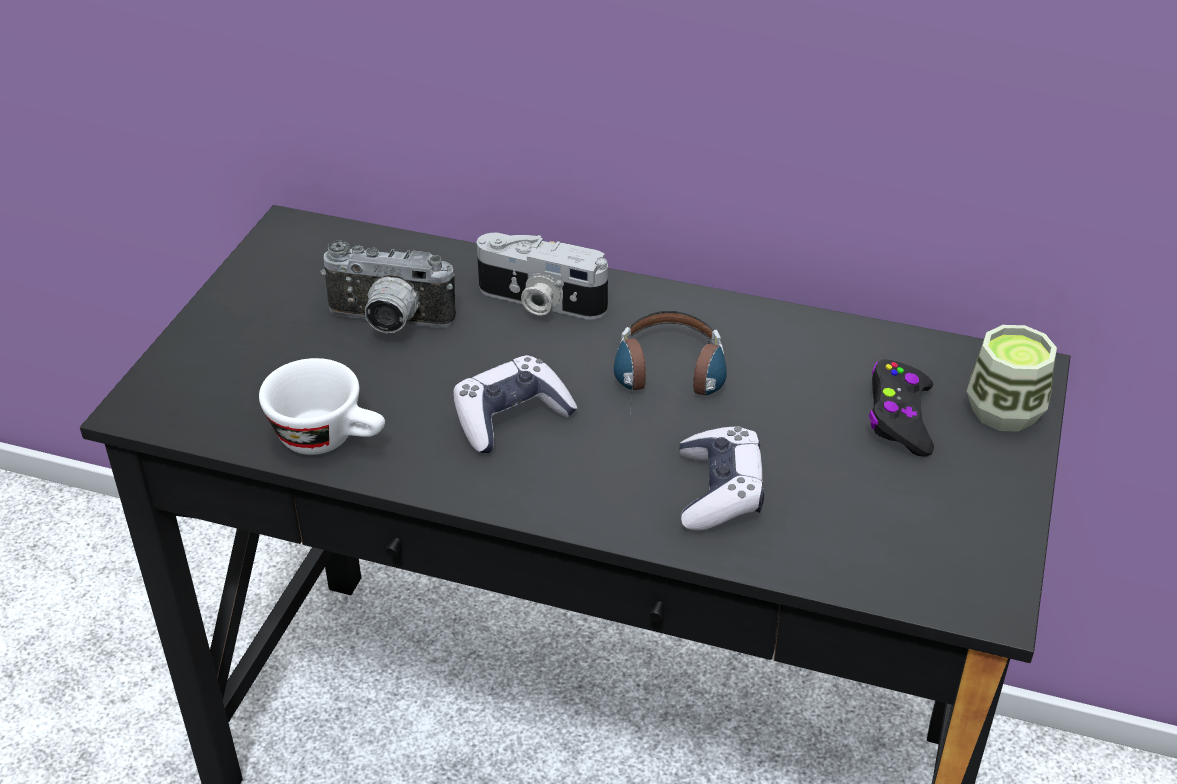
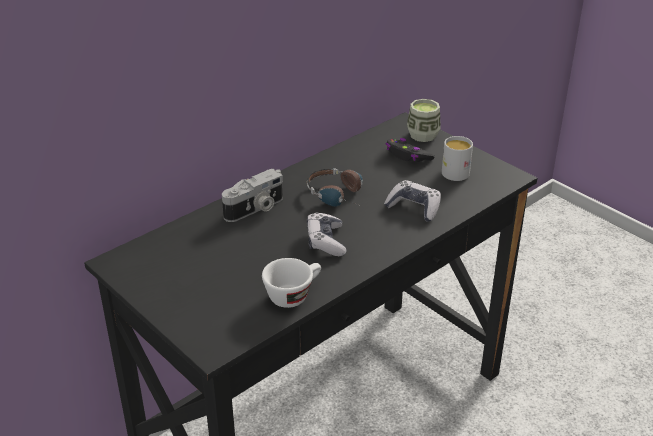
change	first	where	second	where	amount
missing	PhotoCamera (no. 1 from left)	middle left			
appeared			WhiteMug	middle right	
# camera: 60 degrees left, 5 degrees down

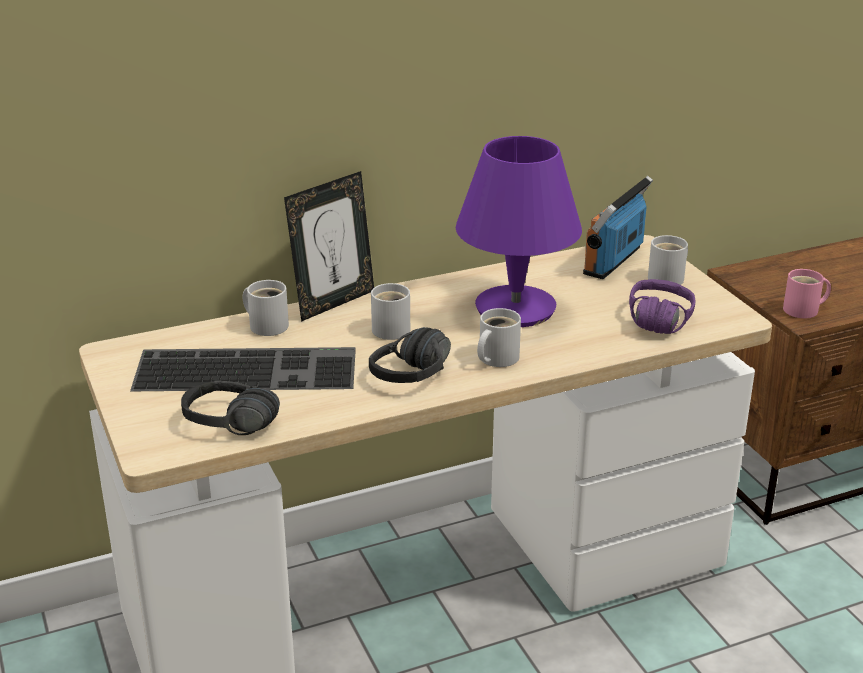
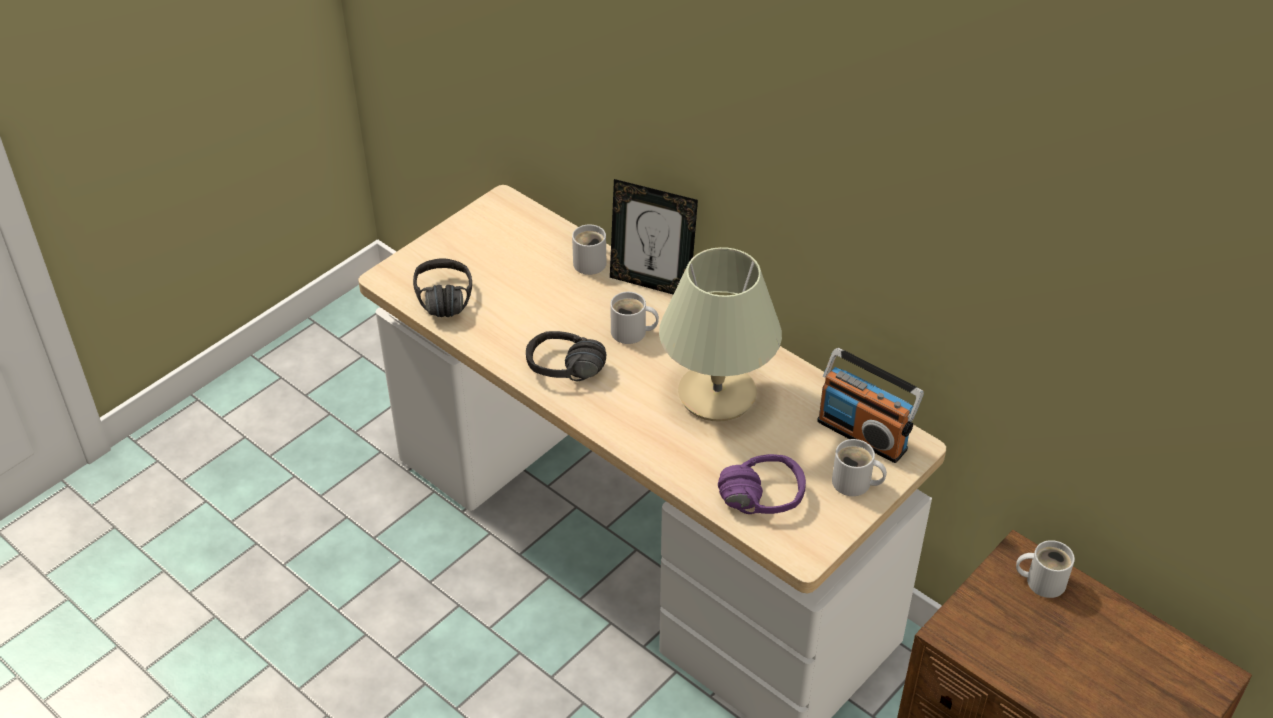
change	first	where	second	where	amount
colour	PurpleTableLamp	centre	BeigeTableLamp	centre	
spun	Radio	middle right		middle right	150 degrees counterclockwise
missing	PinkMug	middle right			
relocated	WhiteMug (no. 3 from left in the first image)	centre	WhiteMug (no. 4 from left)	bottom right	
missing	Keyboard	middle left			
# camera: 65 degrees right, 15 degrees up

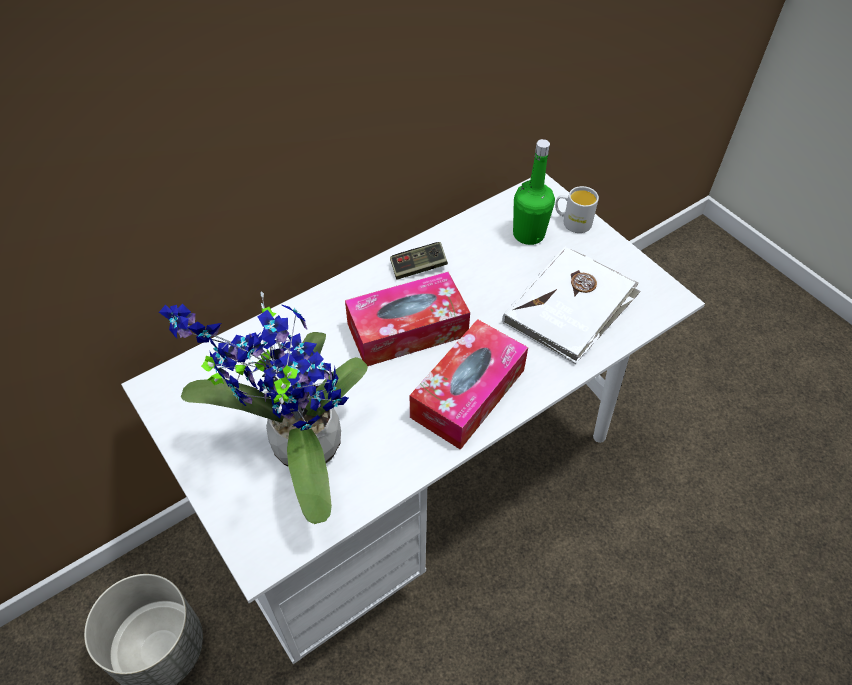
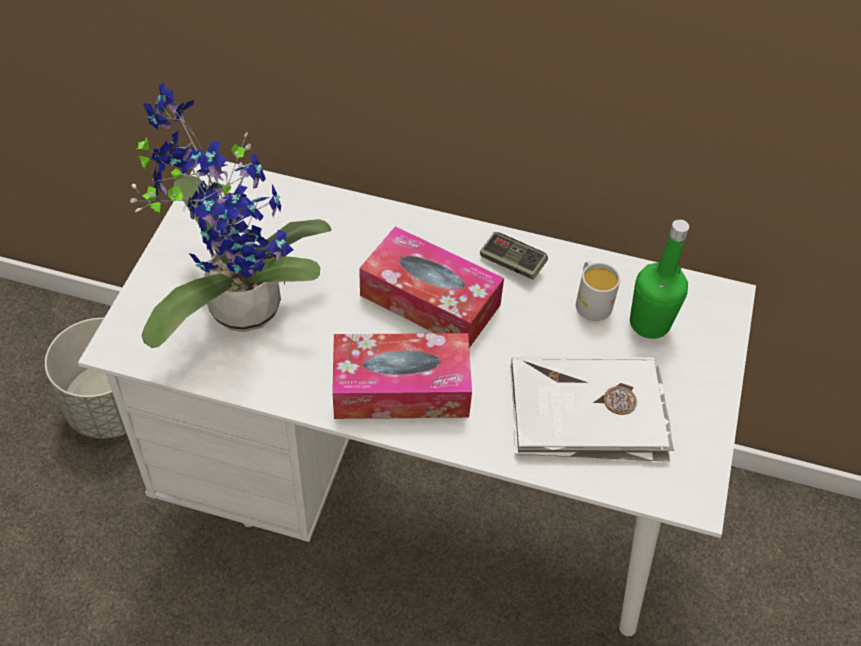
change	first	where	second	where	amount
relocated	WhiteMug	top right		middle right	
# camera: 50 degrees right, 0 degrees up

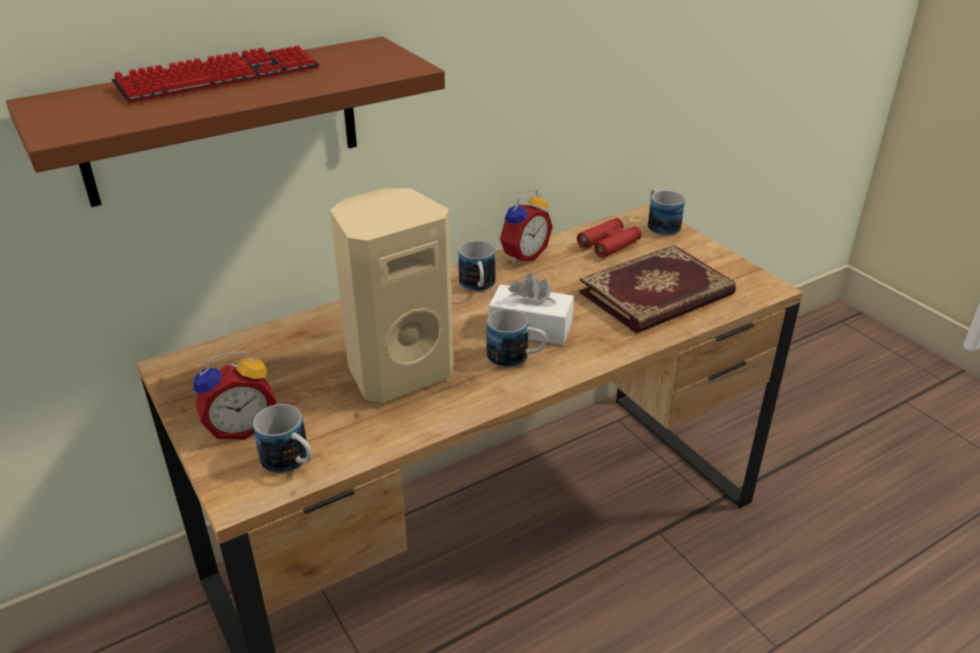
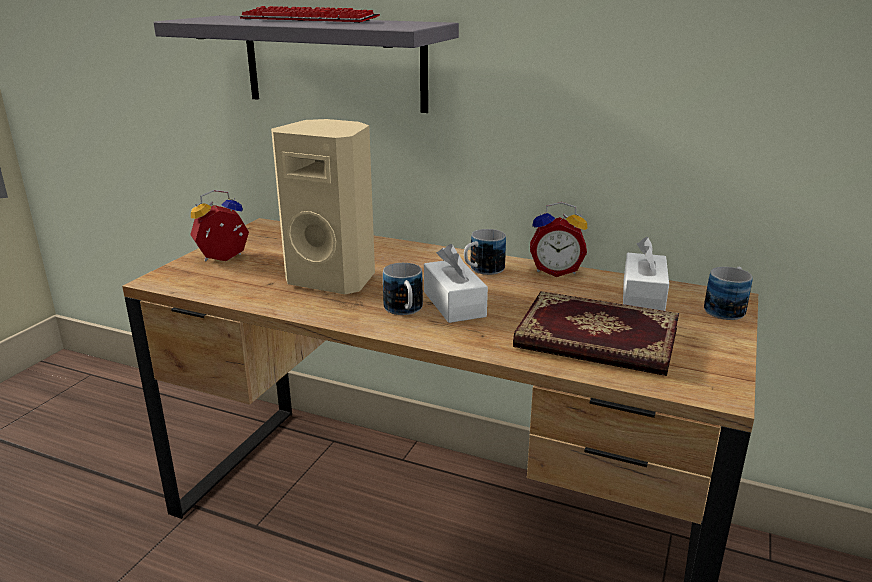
change	first	where	second	where	amount
colour	BrownShelf	top left	GreyShelf	top centre	
exchanged	RedBinoculars	centre	WhiteTissueBox (no. 2 from left)	middle right	
spun	AlarmClock (no. 1 from left)	middle left		middle left	120 degrees clockwise
missing	Mug (no. 1 from left)	bottom left			
# camera: 55 degrees right, 10 degrees down

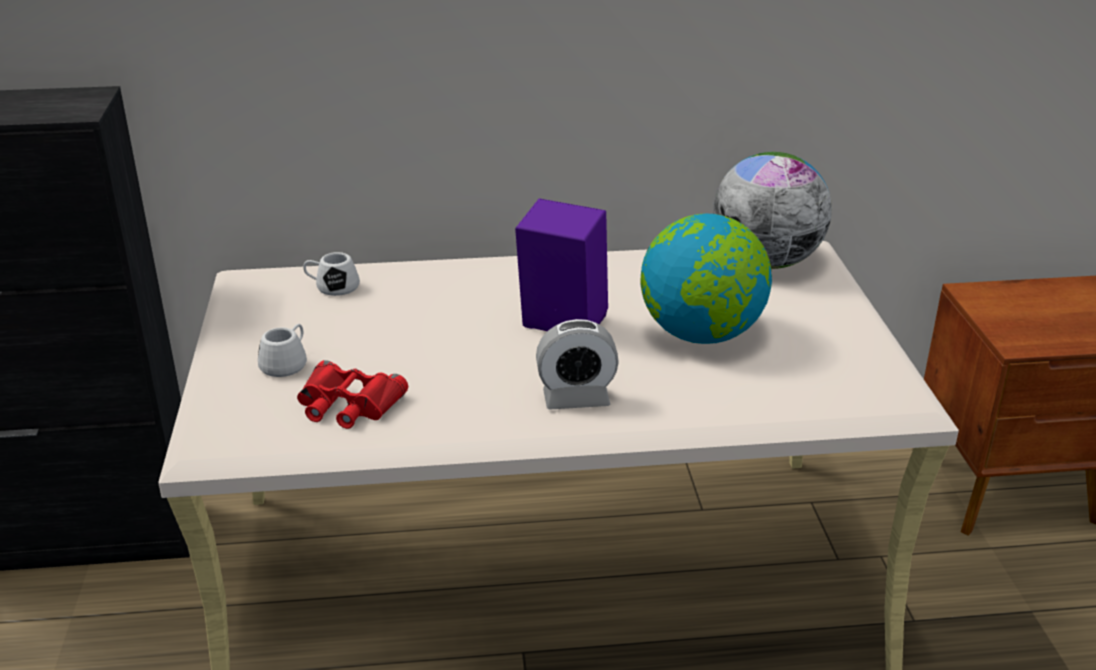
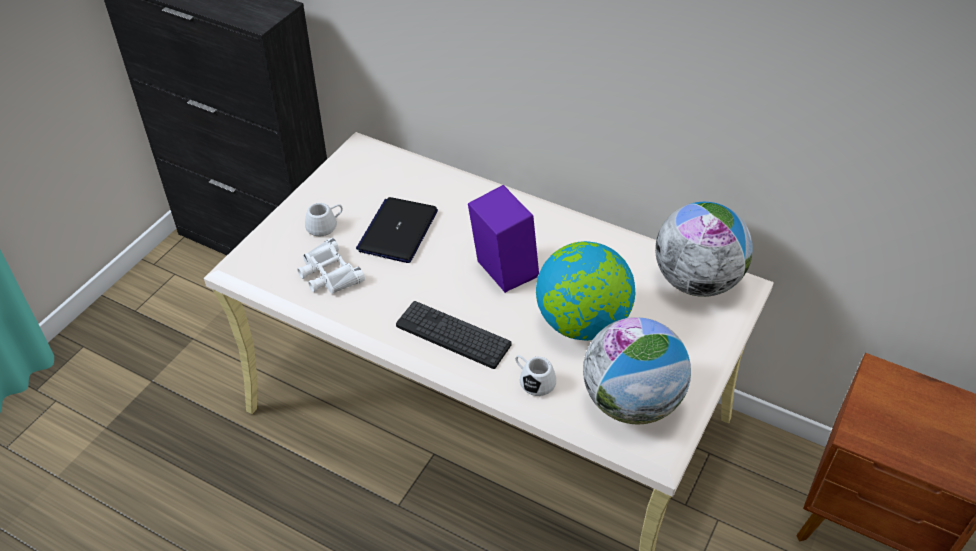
change	first	where	second	where	amount
relocated	WhiteMug (no. 2 from left)	middle left		bottom centre	
exchanged	AlarmClock	centre	Keyboard	centre	
colour	RedBinoculars	middle left	WhiteBinoculars	centre	
appeared			Laptop	centre	
appeared			Globe (no. 2 from left)	bottom centre	
# camera: 35 degrees right, 15 degrees up

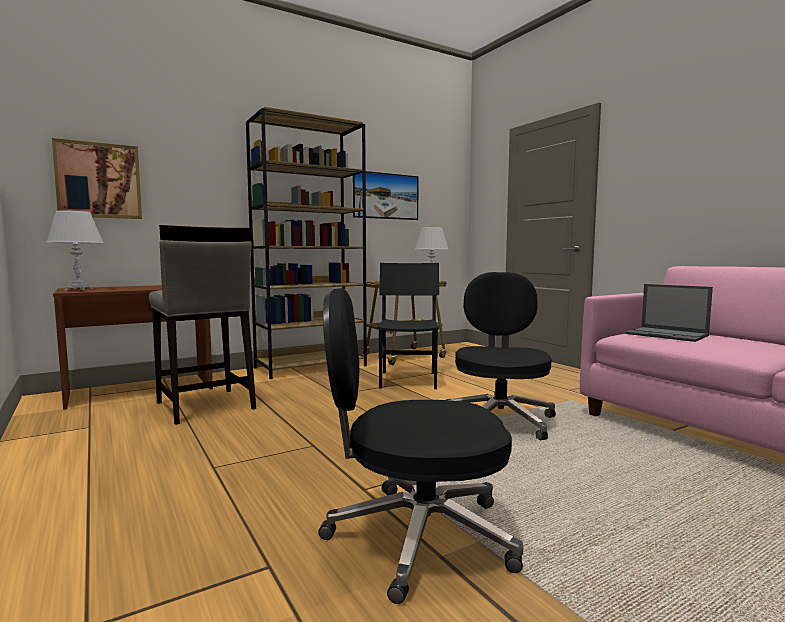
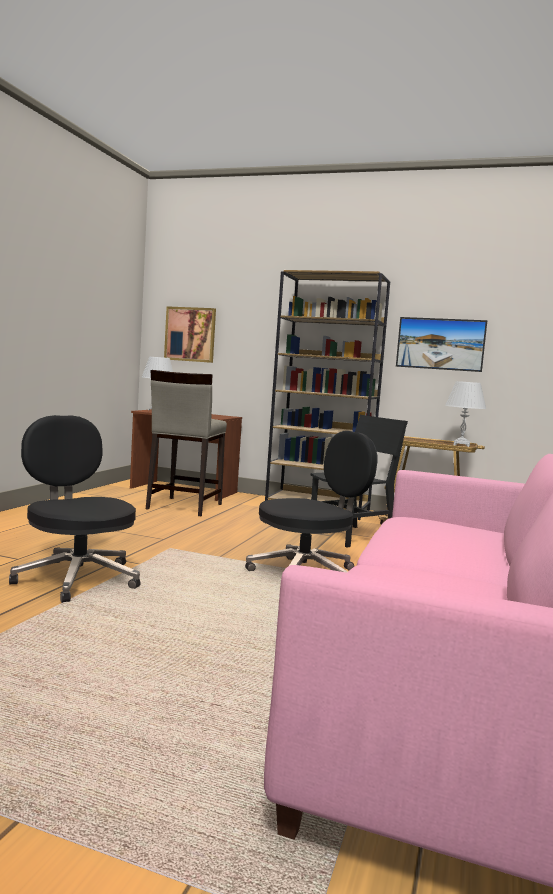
change	first	where	second	where	amount
missing	Laptop	middle right			
# camera: 50 degrees right, 0 degrees up

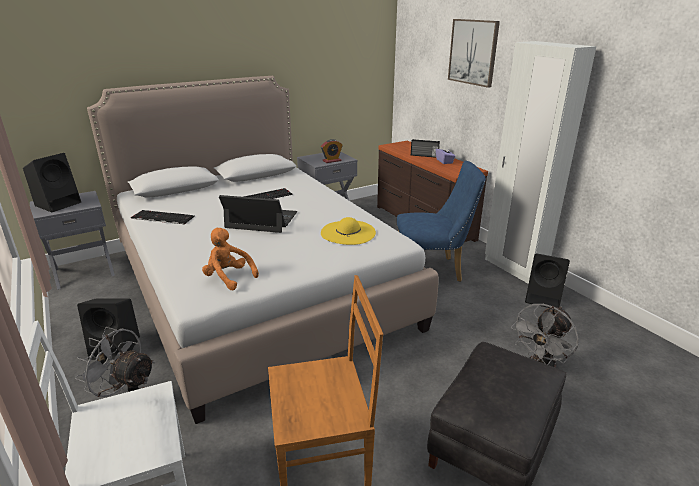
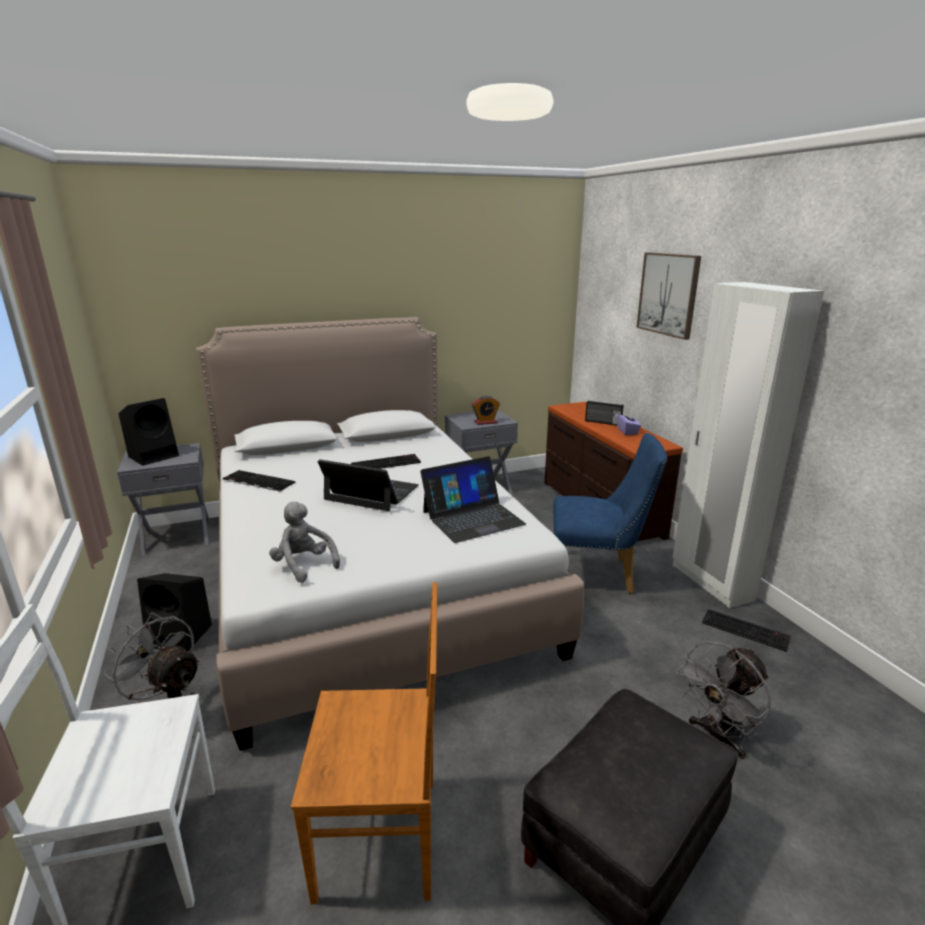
change	first	where	second	where	amount
exchanged	YellowHat	centre	Laptop (no. 2 from left)	centre	
colour	OrangePlushToy	middle left	GreyPlushToy	middle left	
exchanged	BlackSpeaker (no. 3 from left)	middle right	Keyboard (no. 3 from left)	bottom right	
# camera: 10 degrees right, 5 degrees down

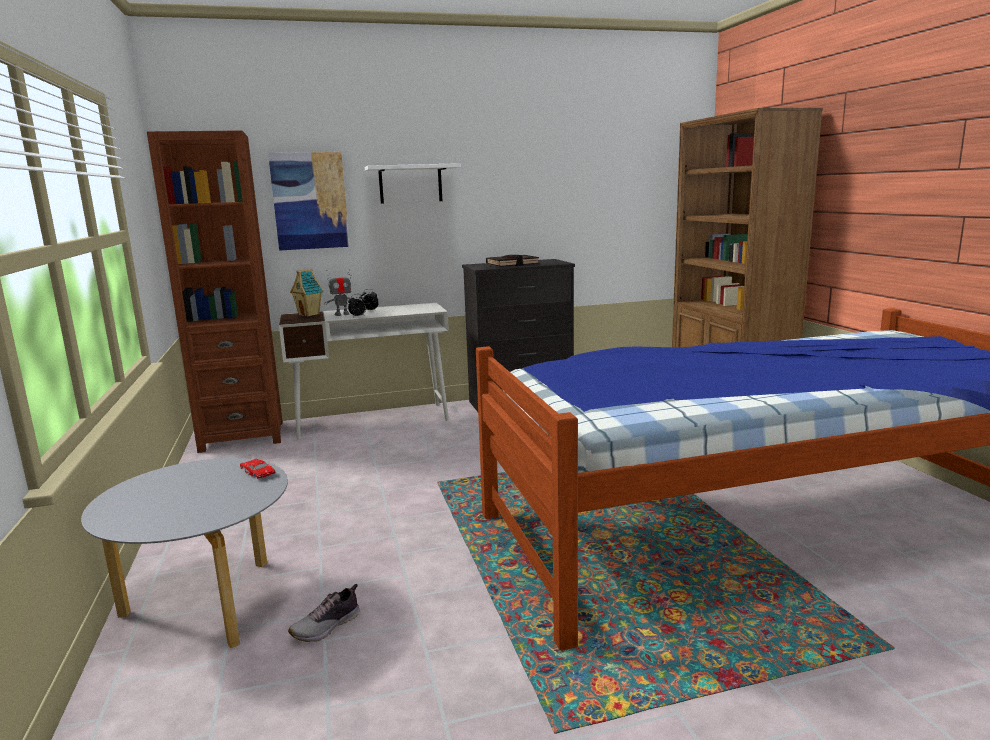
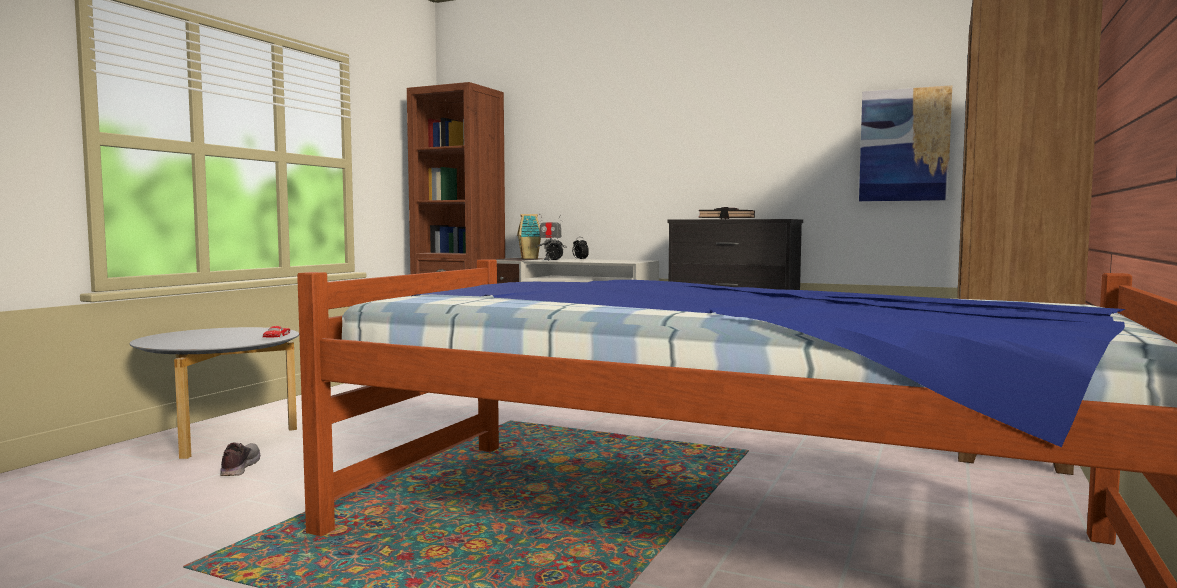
change	first	where	second	where	amount
relocated	Picture	top left		top right	
missing	WhiteShelf	top centre			
spun	Shoe	bottom left		bottom left	90 degrees clockwise
# camera: 40 degrees right, 10 degrees down

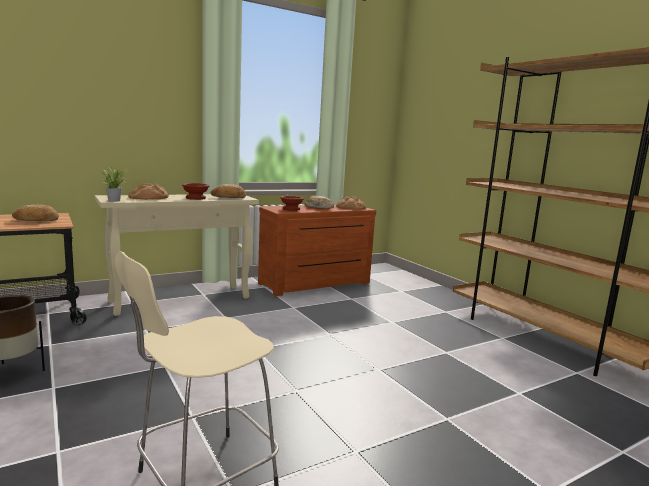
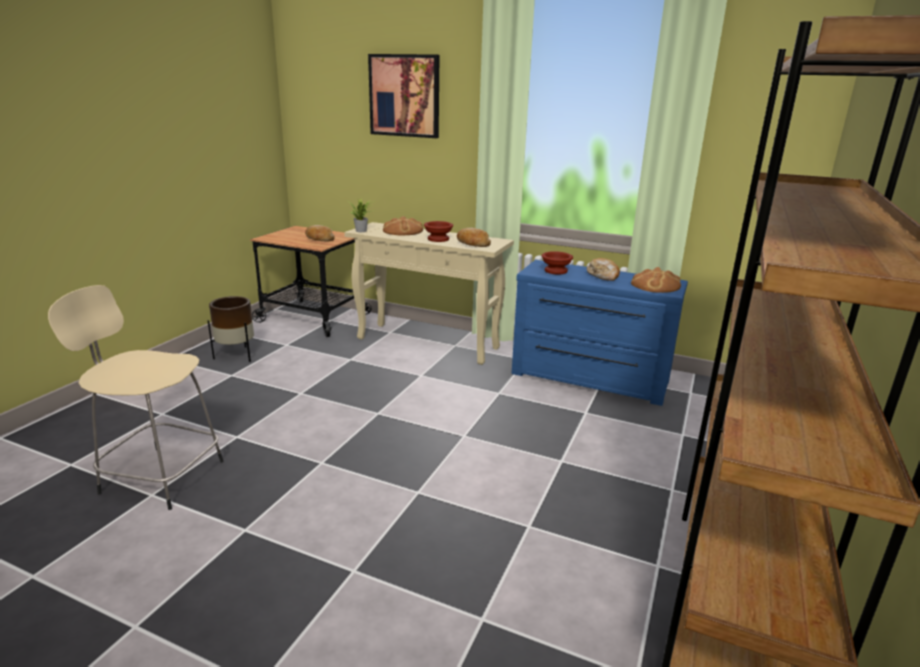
change	first	where	second	where	amount
colour	BrownDresser	centre	BlueDresser	centre	
appeared			Picture	top centre	
# camera: 55 degrees right, 10 degrees up

